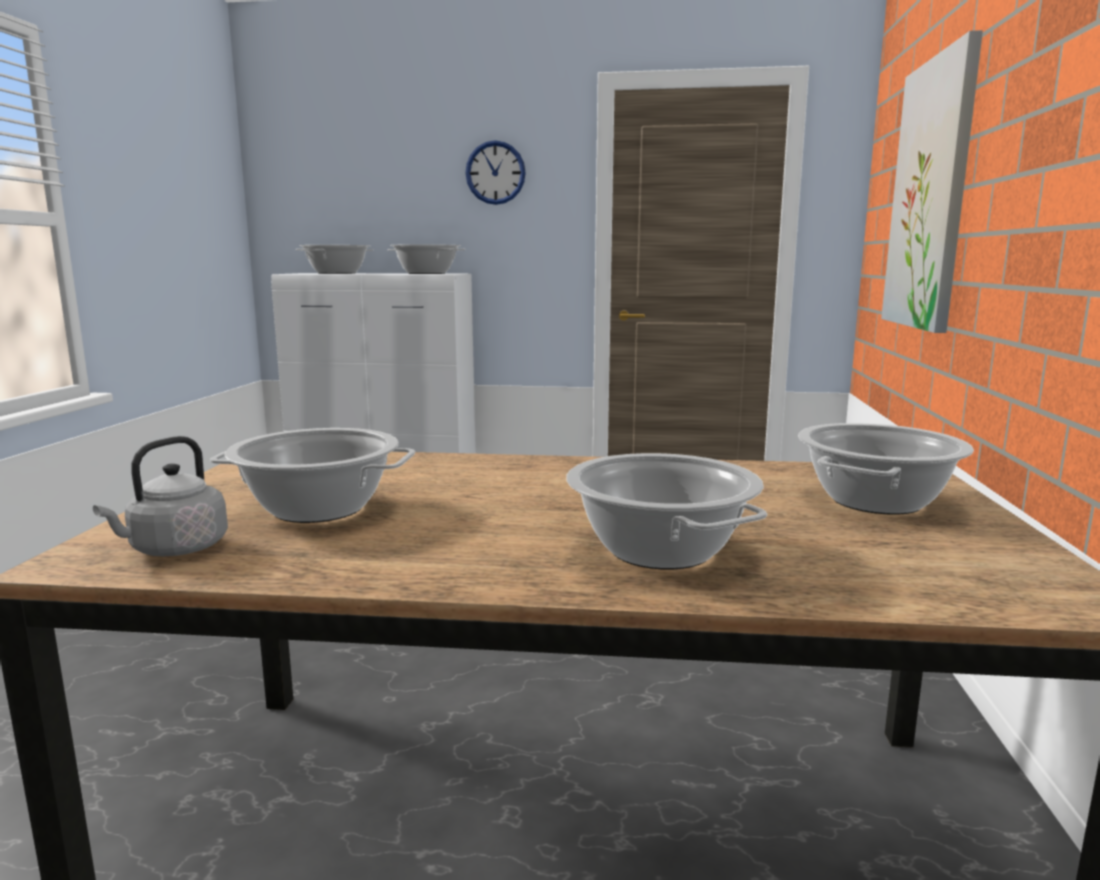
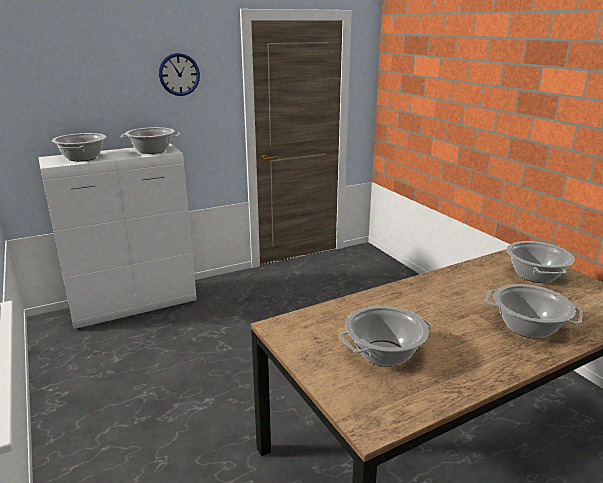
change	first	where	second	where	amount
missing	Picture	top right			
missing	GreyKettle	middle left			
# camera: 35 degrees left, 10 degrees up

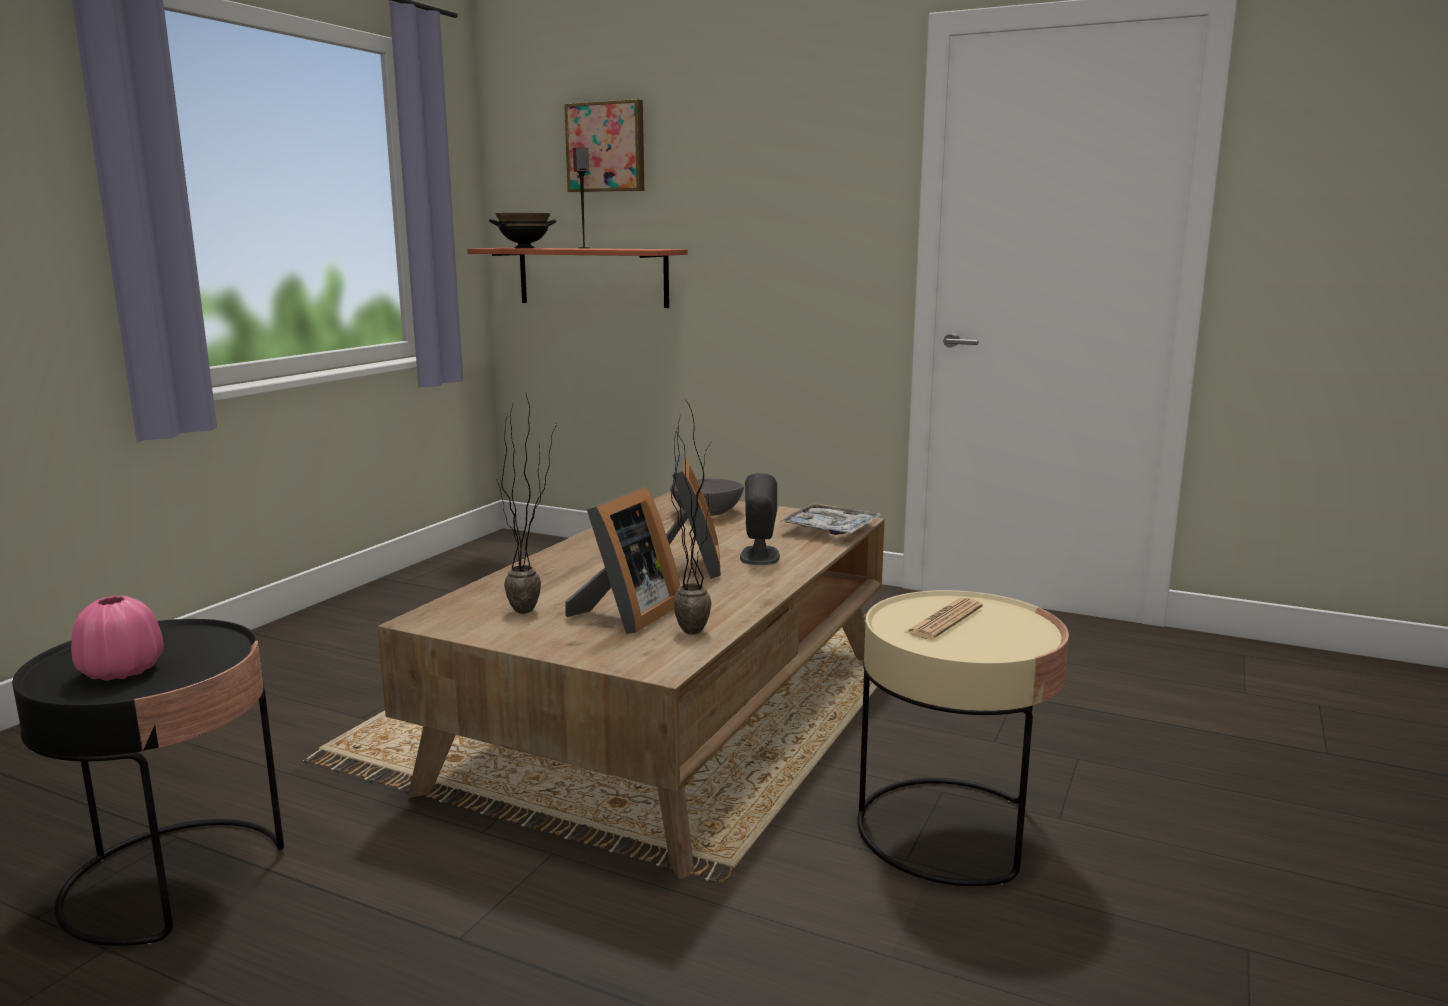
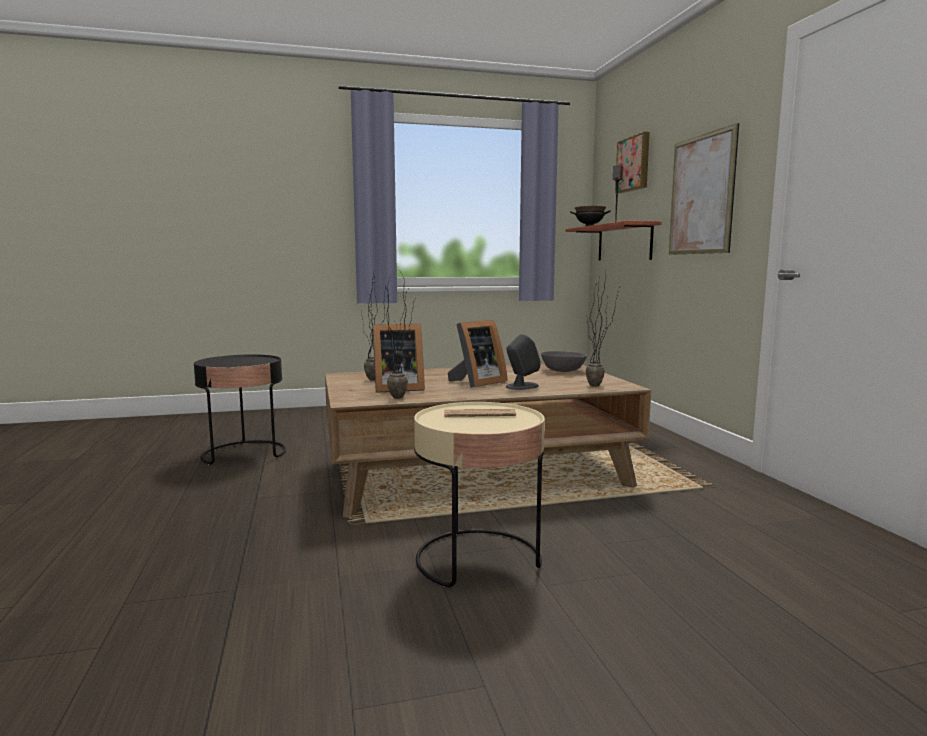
change	first	where	second	where	amount
exchanged	Tray	centre	PottedPlant (no. 3 from left)	centre	
missing	PinkVase	middle left			
appeared			Picture (no. 2 from left)	top right	
# camera: 50 degrees right, 5 degrees down

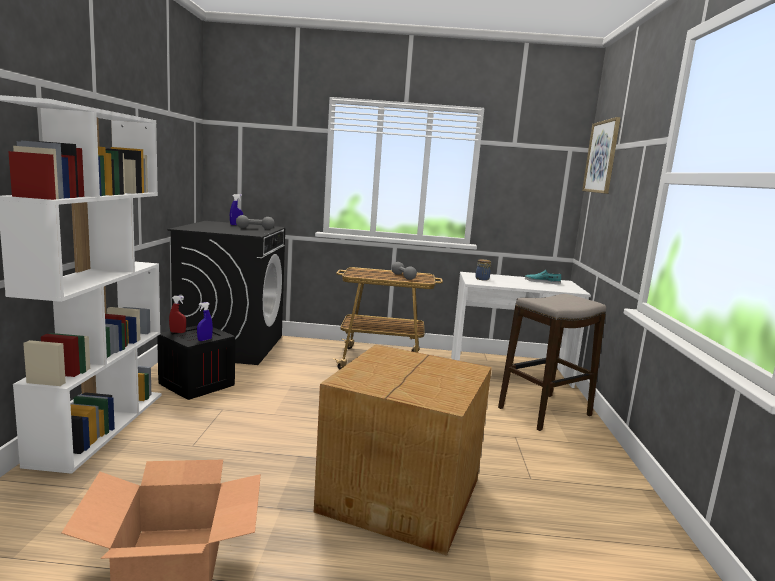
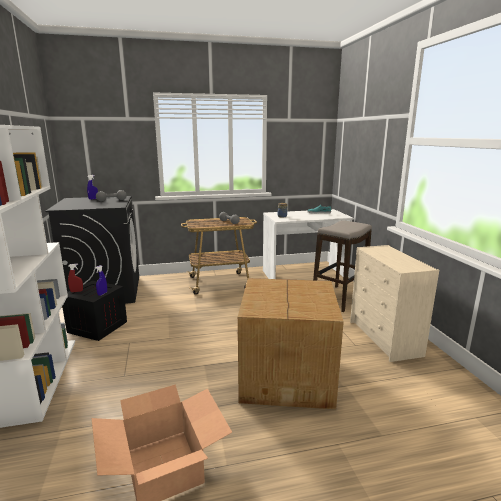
change	first	where	second	where	amount
missing	Picture	top right			
appeared			BeigeDresser	middle right	
# camera: 15 degrees left, 5 degrees up

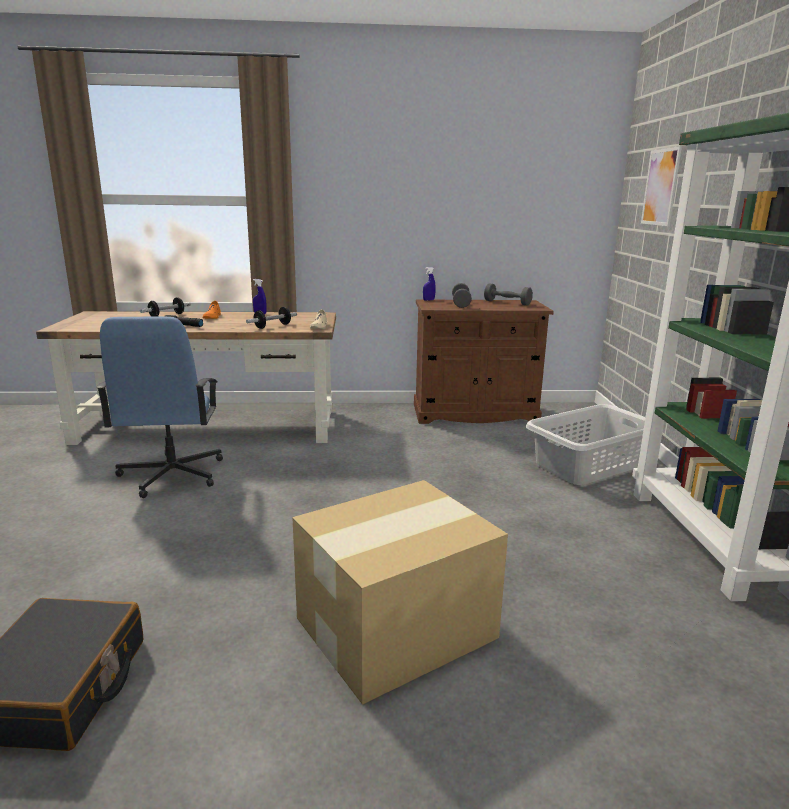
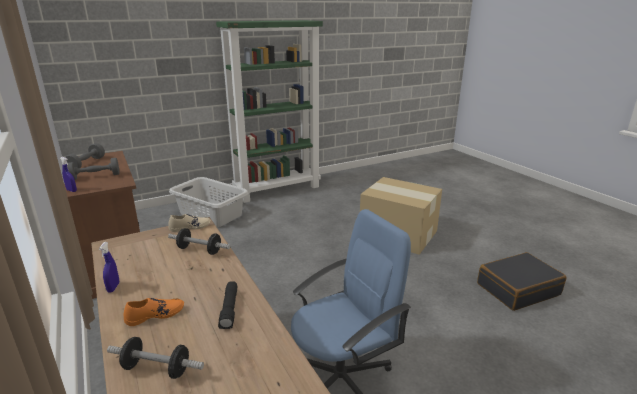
change	first	where	second	where	amount
missing	Picture	top right			
# camera: 115 degrees left, 5 degrees up

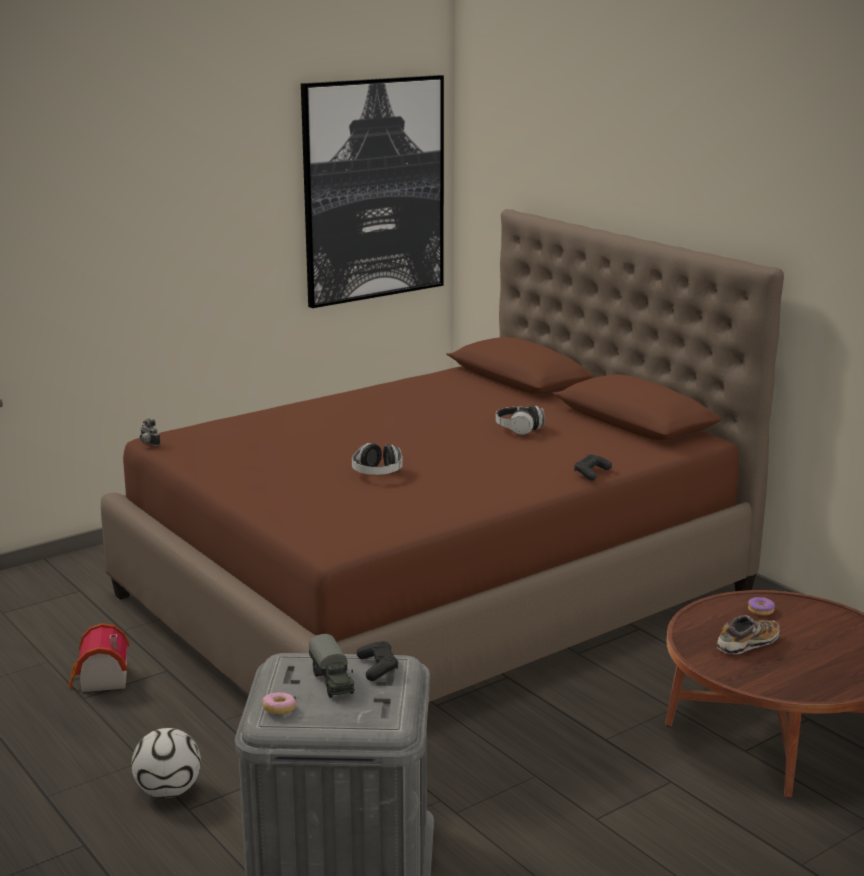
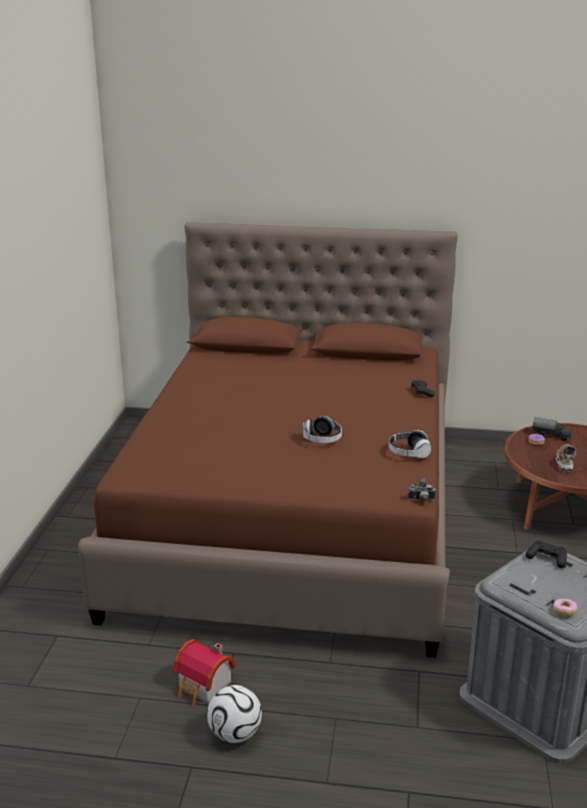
change	first	where	second	where	amount
missing	Picture	top centre			
relocated	Headphones (no. 2 from left)	centre		middle right	
relocated	PhotoCamera	middle left		middle right	
relocated	ToyTruck	bottom centre		middle right	
relocated	Football	bottom left		bottom centre	
# camera: 45 degrees left, 5 degrees up

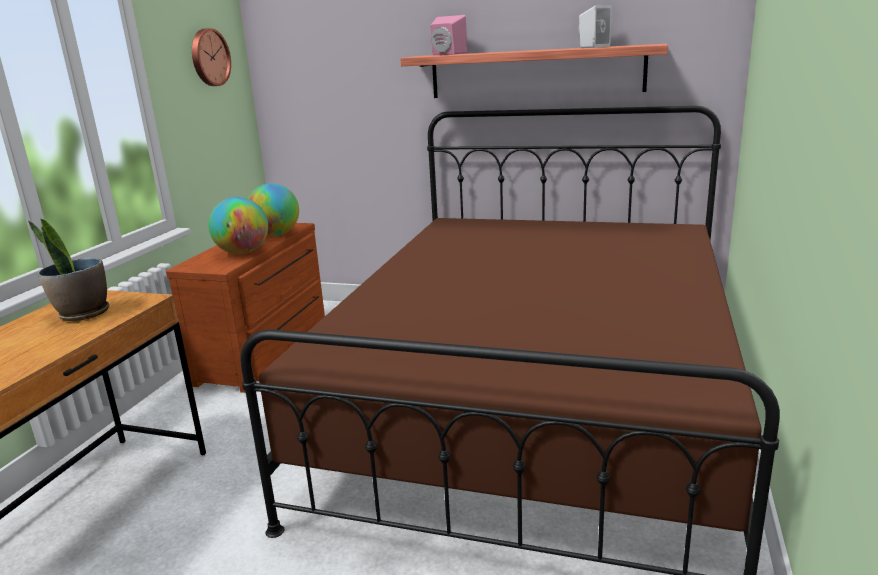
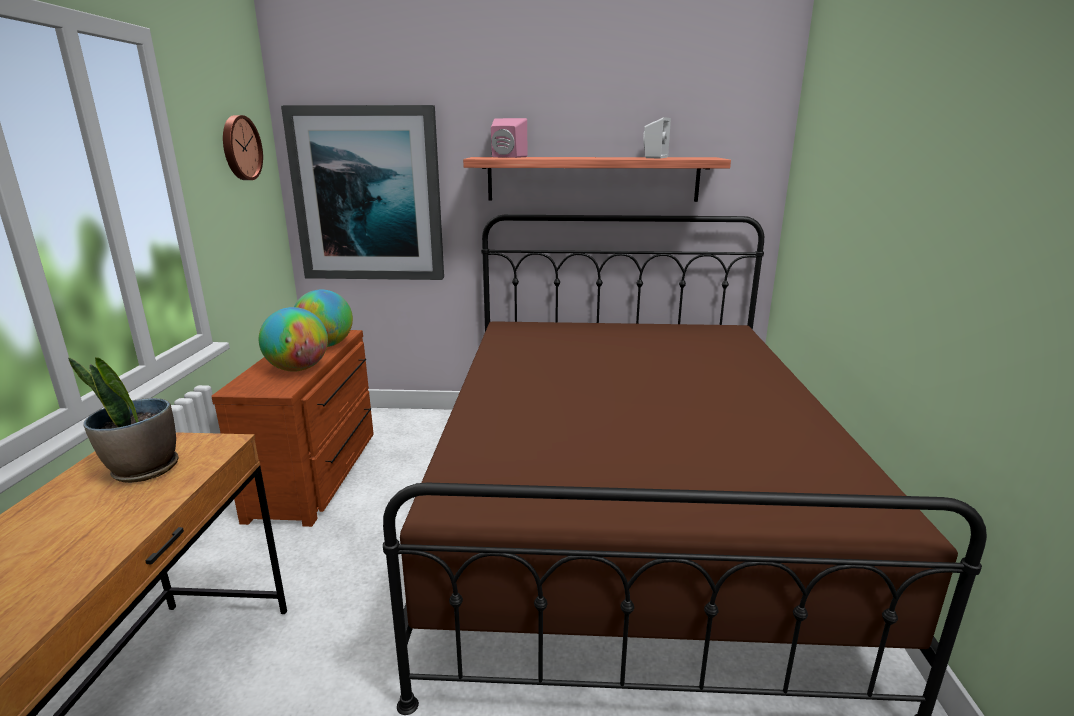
change	first	where	second	where	amount
appeared			Picture	top centre	
# camera: 15 degrees left, 0 degrees up

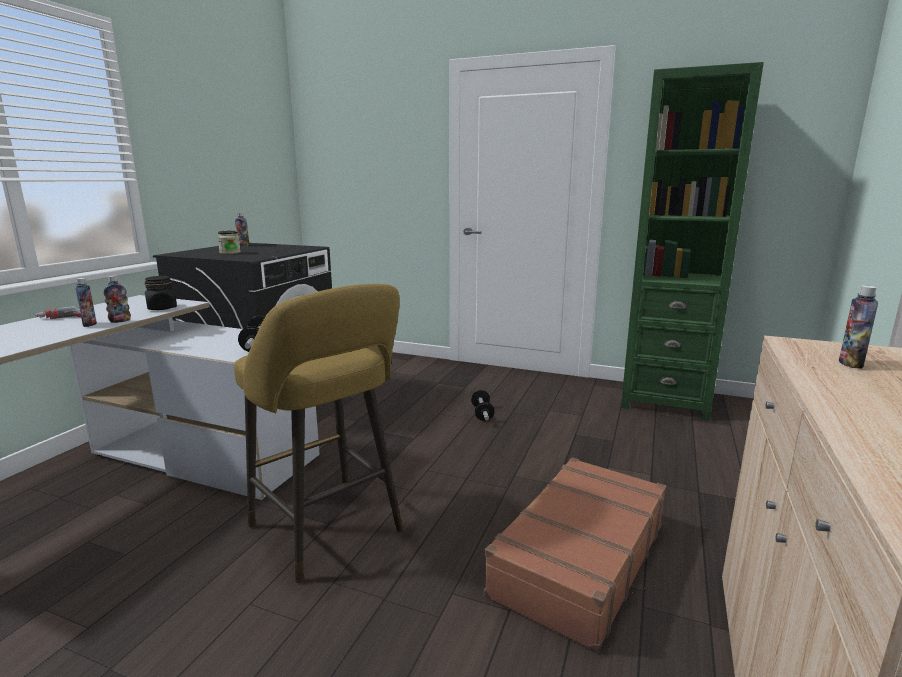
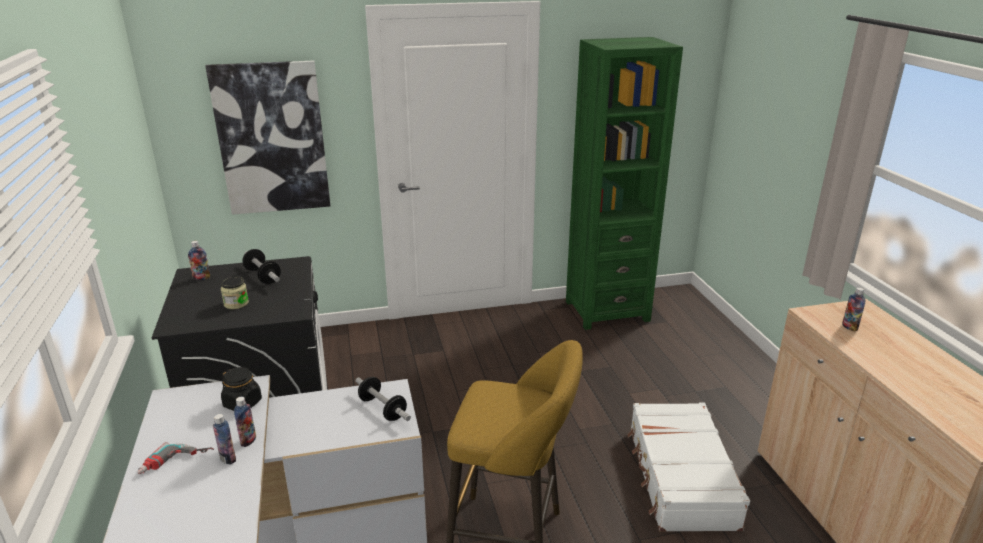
change	first	where	second	where	amount
relocated	Dumbbell (no. 2 from left in the first image)	centre	Dumbbell (no. 1 from left)	middle left	
colour	BrownSuitcase	bottom centre	WhiteSuitcase	bottom right	
appeared			Picture	top left	
# camera: 35 degrees left, 10 degrees up

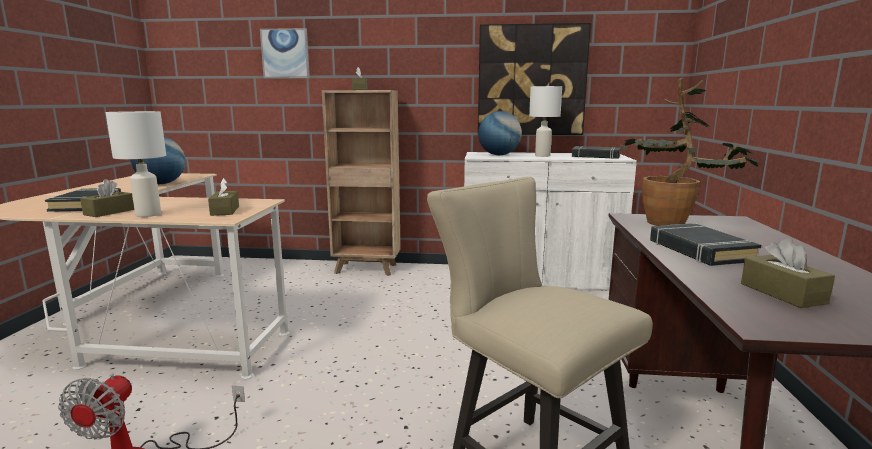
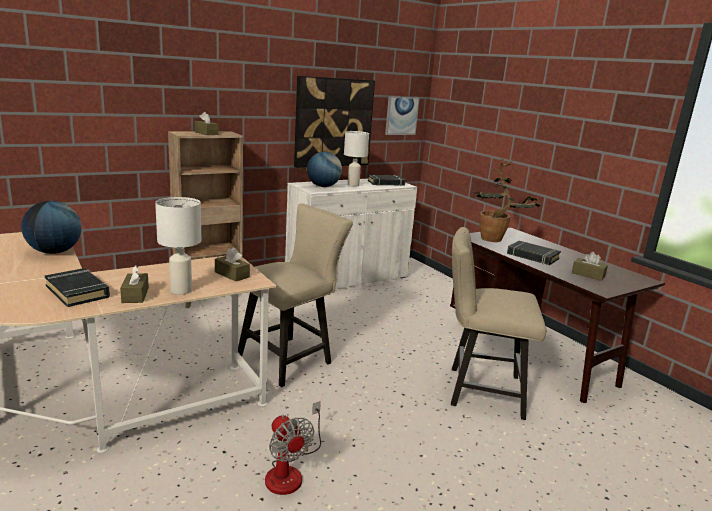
change	first	where	second	where	amount
relocated	Picture (no. 1 from left in the first image)	top left	Picture (no. 2 from left)	top centre	
appeared			BeigeChair (no. 1 from left)	centre	
# camera: 40 degrees left, 5 degrees up

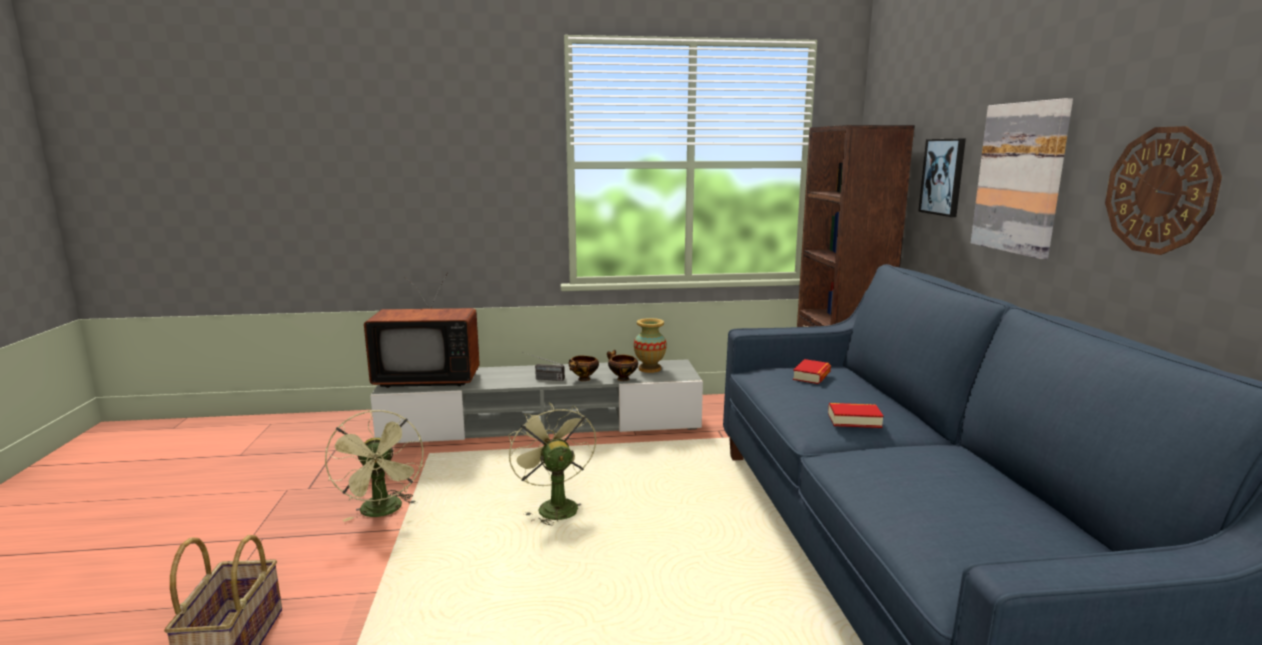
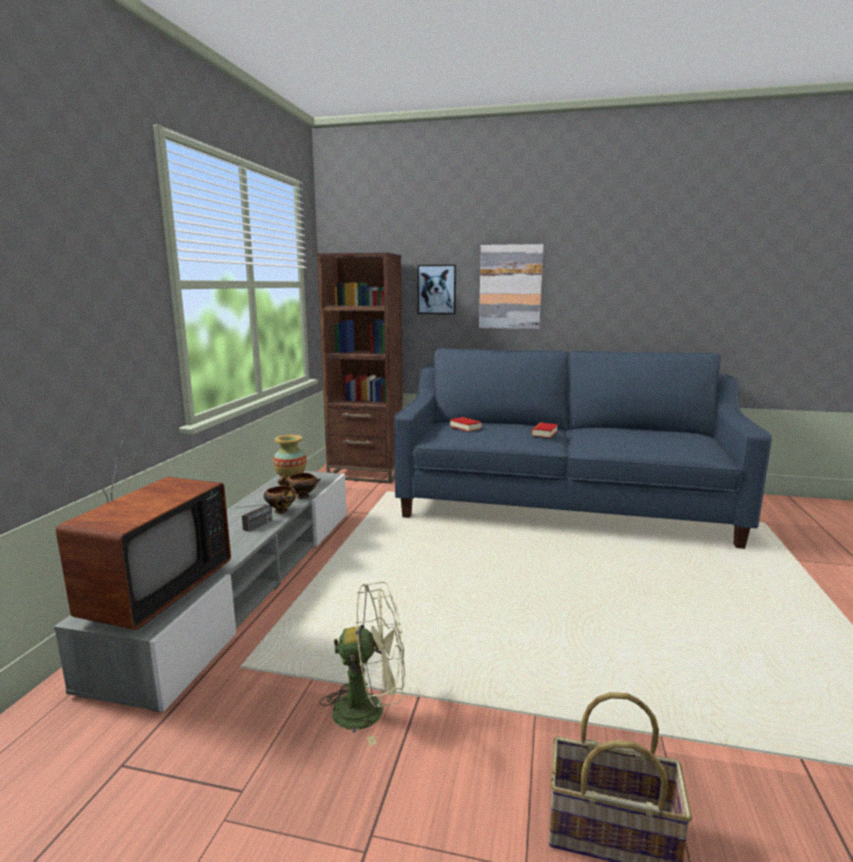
change	first	where	second	where	amount
missing	WallClock	top right			
missing	GreenFan (no. 2 from left)	bottom centre			
# camera: 70 degrees left, 0 degrees up

